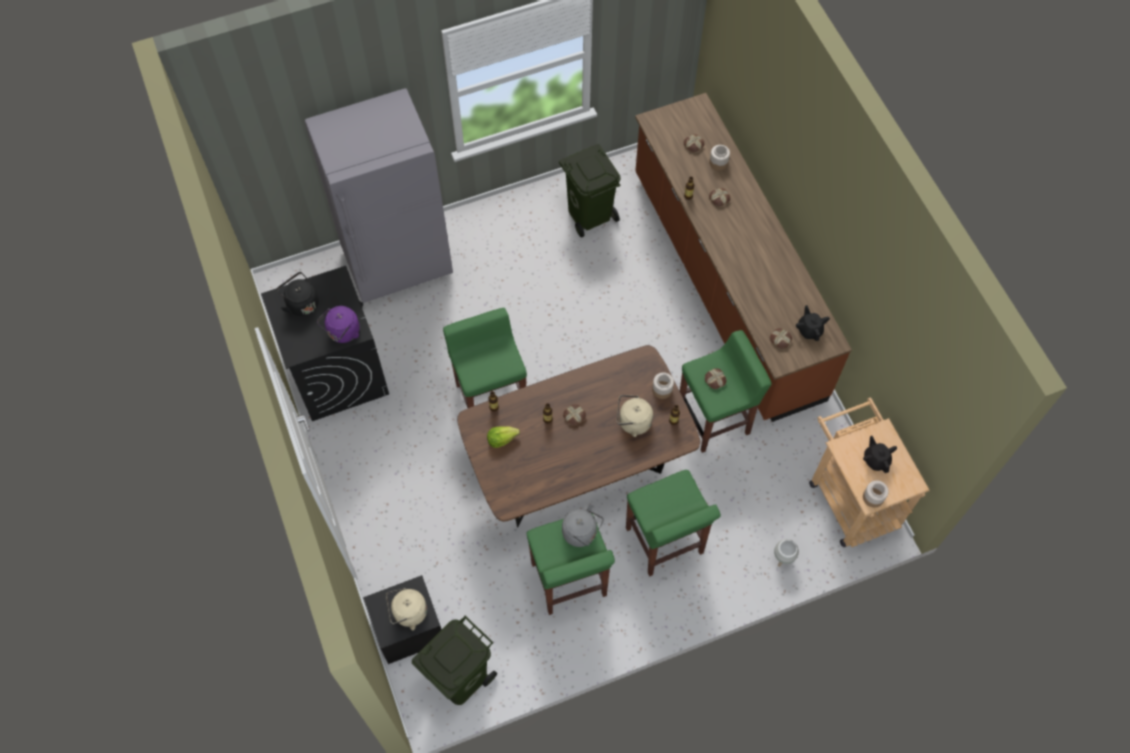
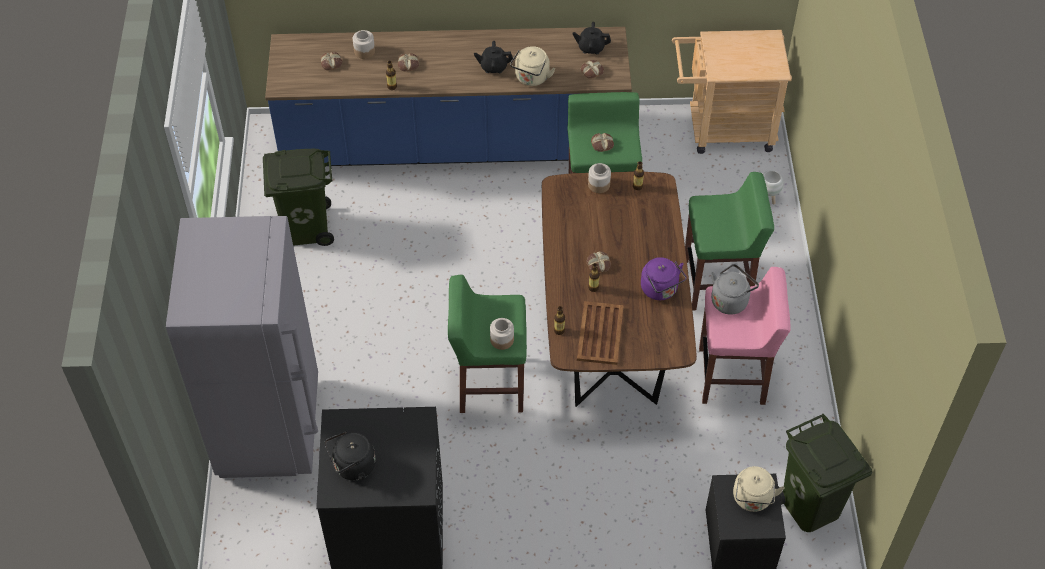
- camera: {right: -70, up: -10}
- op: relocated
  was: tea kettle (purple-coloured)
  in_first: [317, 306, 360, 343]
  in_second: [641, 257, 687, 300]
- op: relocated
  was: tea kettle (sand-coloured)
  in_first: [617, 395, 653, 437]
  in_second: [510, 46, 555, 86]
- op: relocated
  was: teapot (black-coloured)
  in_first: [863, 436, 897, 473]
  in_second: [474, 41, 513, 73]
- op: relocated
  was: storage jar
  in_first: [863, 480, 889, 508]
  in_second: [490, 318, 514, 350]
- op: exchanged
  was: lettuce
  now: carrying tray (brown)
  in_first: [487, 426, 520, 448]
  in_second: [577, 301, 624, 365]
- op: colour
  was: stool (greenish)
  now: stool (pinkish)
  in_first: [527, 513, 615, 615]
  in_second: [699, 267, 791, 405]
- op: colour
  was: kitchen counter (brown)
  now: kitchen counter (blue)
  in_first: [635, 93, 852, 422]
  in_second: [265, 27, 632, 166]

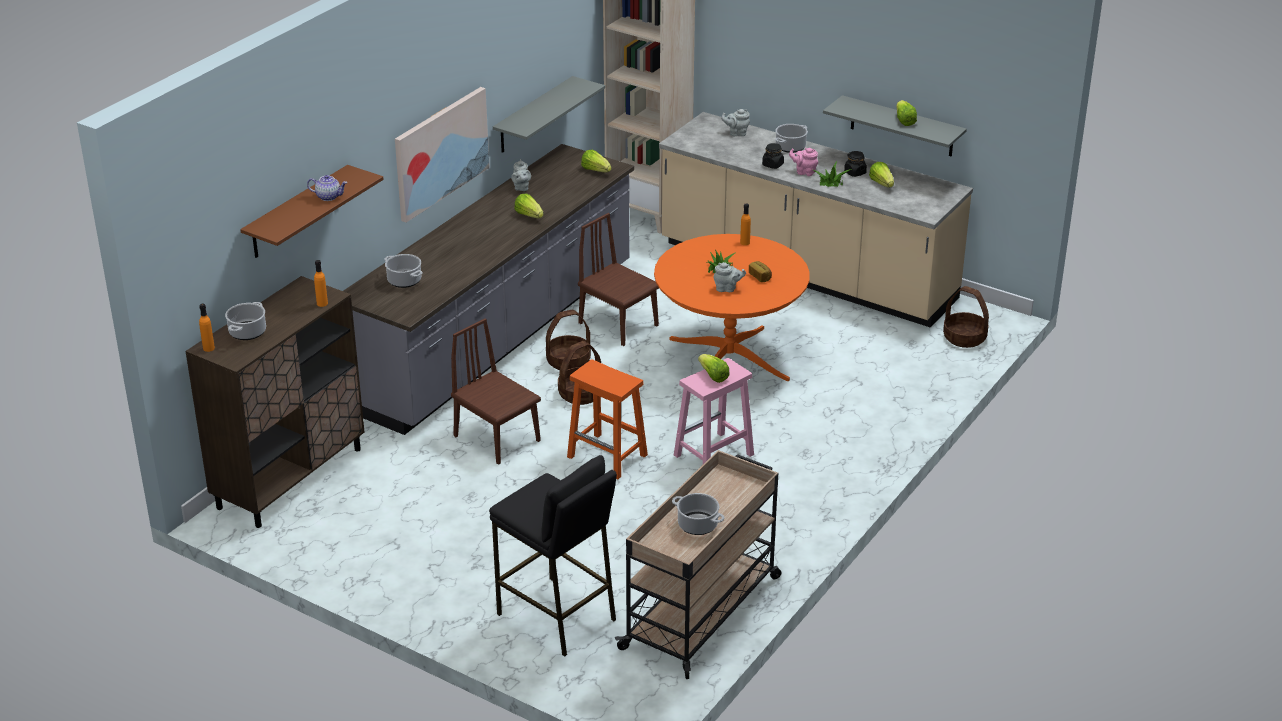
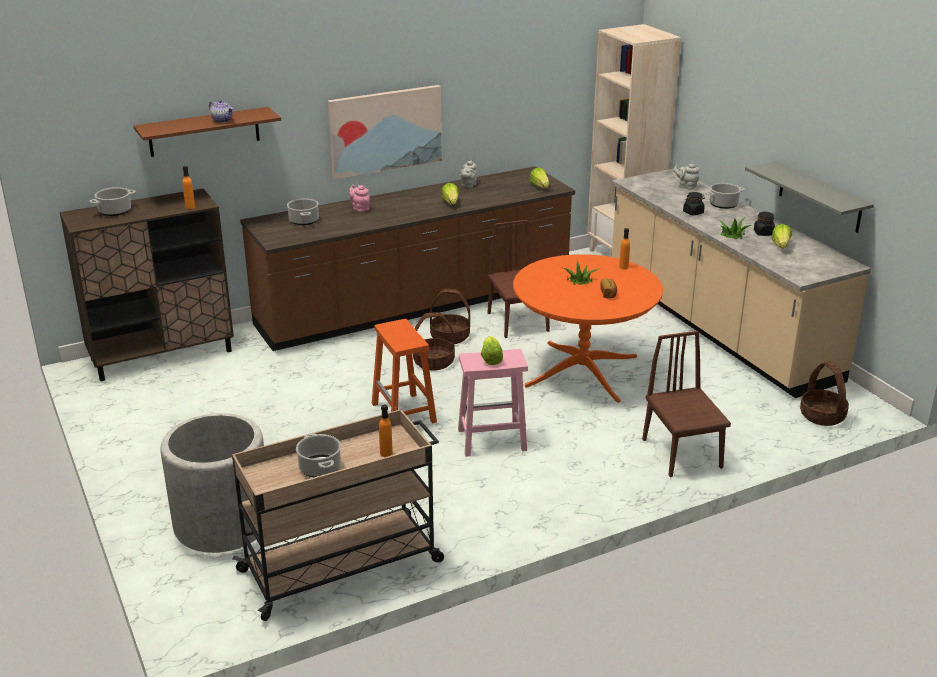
- camera: {right: 30, up: -5}
- op: missing
  was: shelf (grey)
  in_first: [493, 76, 605, 153]
- op: missing
  was: teapot (grey)
  in_first: [714, 262, 746, 292]
- op: missing
  was: lettuce
  in_first: [897, 100, 917, 126]
- op: relocated
  was: bottle (orange-coloured)
  in_first: [199, 304, 215, 352]
  in_second: [379, 405, 393, 457]
- op: relocated
  was: chair (brown)
  in_first: [451, 318, 541, 465]
  in_second: [642, 331, 731, 477]
- op: relocated
  was: teapot (pinkish)
  in_first: [789, 148, 818, 176]
  in_second: [349, 184, 370, 212]
- op: exchanged
  was: stool (black-coloured)
  now: flower pot (grey)
  in_first: [489, 455, 617, 656]
  in_second: [160, 413, 264, 553]
- op: colour
  was: kitchen counter (grey)
  now: kitchen counter (brown)
  in_first: [343, 144, 634, 435]
  in_second: [240, 166, 575, 351]

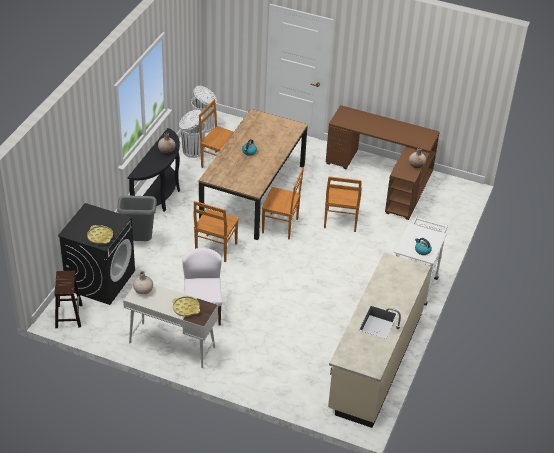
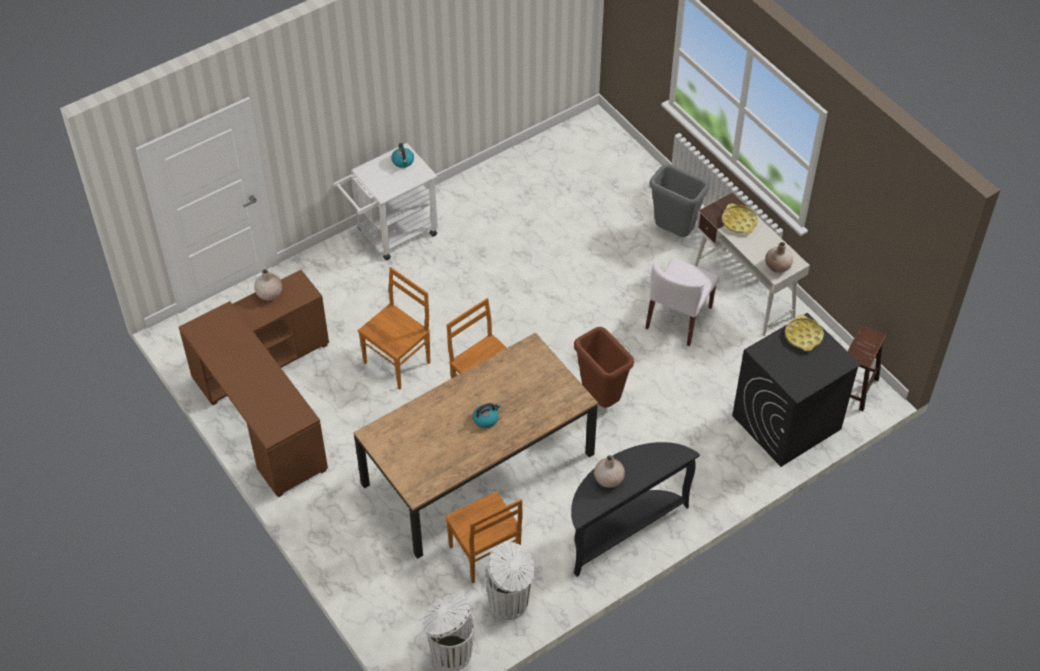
- camera: {right: -145, up: 10}
- op: missing
  was: kitchen counter (sand-coloured)
  in_first: [328, 253, 431, 428]
- op: relocated
  was: rubbish bin (grey)
  in_first: [117, 195, 157, 241]
  in_second: [649, 164, 709, 237]
- op: exchanged
  was: chair (brown)
  now: rubbish bin (brown)
  in_first: [194, 201, 239, 262]
  in_second: [574, 327, 634, 408]

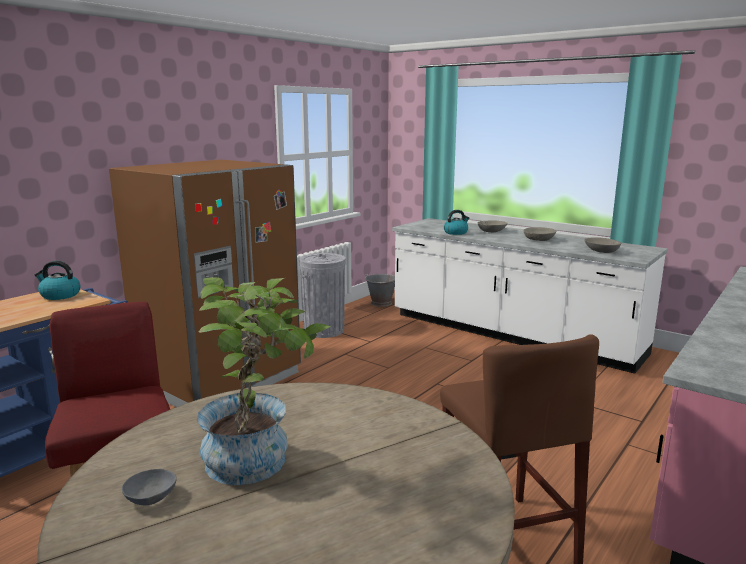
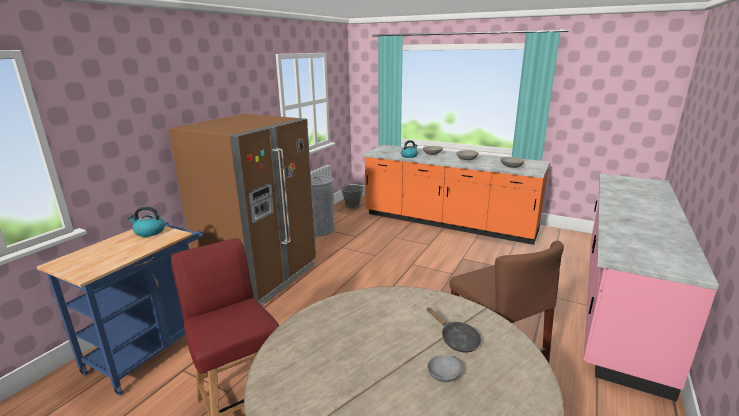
- camera: {right: -10, up: 5}
- op: missing
  was: houseplant
  in_first: [197, 277, 330, 485]
- op: appeared
  now: frying pan (black-coloured)
  in_second: [427, 307, 481, 353]
- op: relocated
  was: serving bowl (grey)
  in_first: [122, 469, 177, 505]
  in_second: [427, 355, 462, 382]
- op: colour
  was: kitchen counter (white)
  now: kitchen counter (orange-coloured)
  in_first: [392, 218, 668, 374]
  in_second: [363, 145, 550, 245]

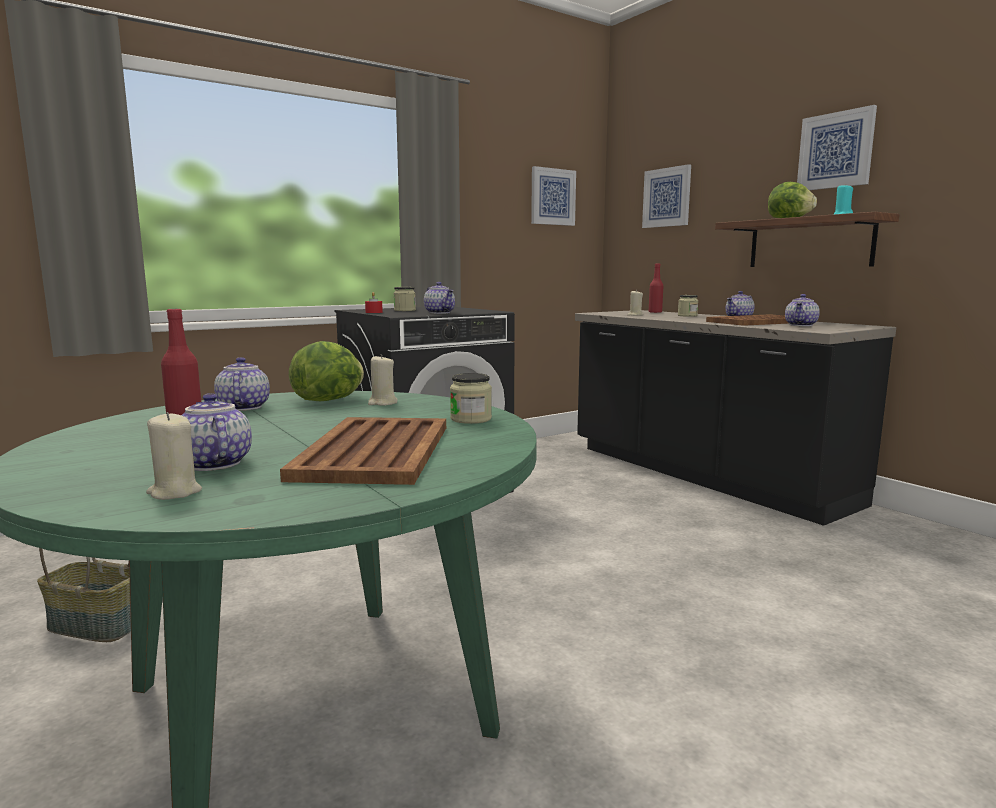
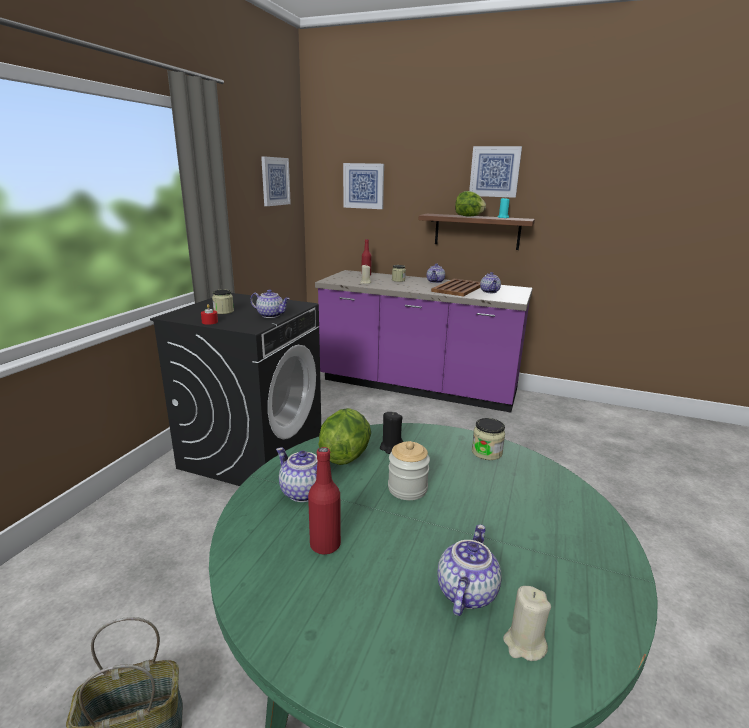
- camera: {right: -35, up: 10}
- op: missing
  was: carrying tray (brown)
  in_first: [280, 417, 446, 485]
- op: appeared
  now: storage jar
  in_second: [388, 441, 430, 500]
- op: colour
  was: wax light (sand-coloured)
  now: wax light (black-coloured)
  in_first: [368, 354, 398, 406]
  in_second: [380, 412, 403, 454]
- op: colour
  was: kitchen counter (black-coloured)
  now: kitchen counter (purple-coloured)
  in_first: [575, 310, 896, 526]
  in_second: [315, 270, 533, 413]
- op: spun
  was: teapot
  in_first: [181, 393, 252, 471]
  in_second: [437, 524, 502, 616]
  clockwise: 90

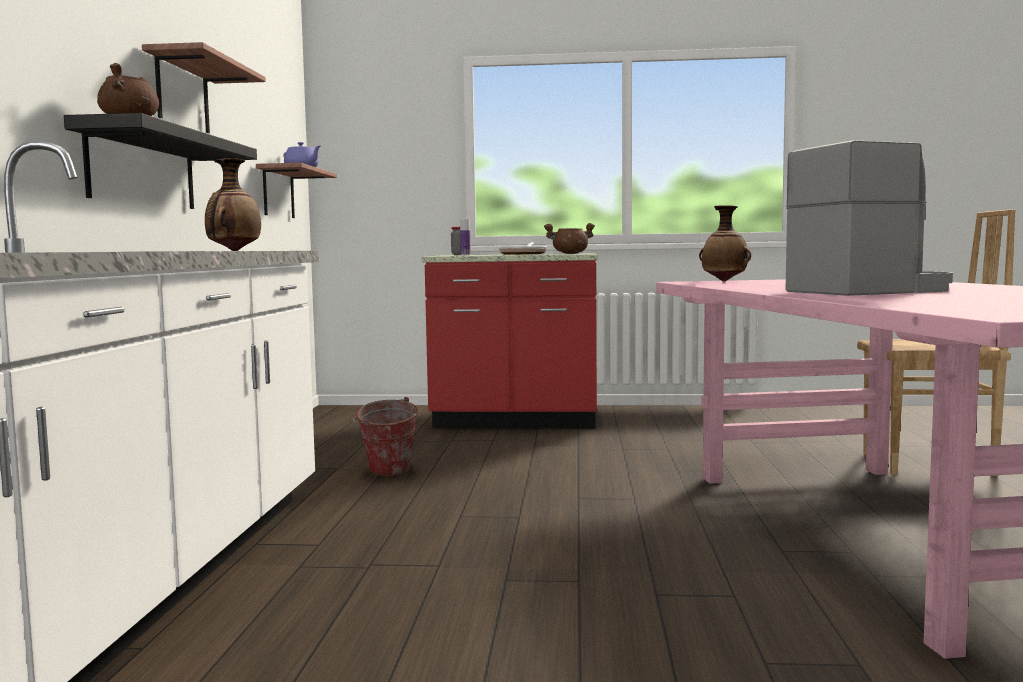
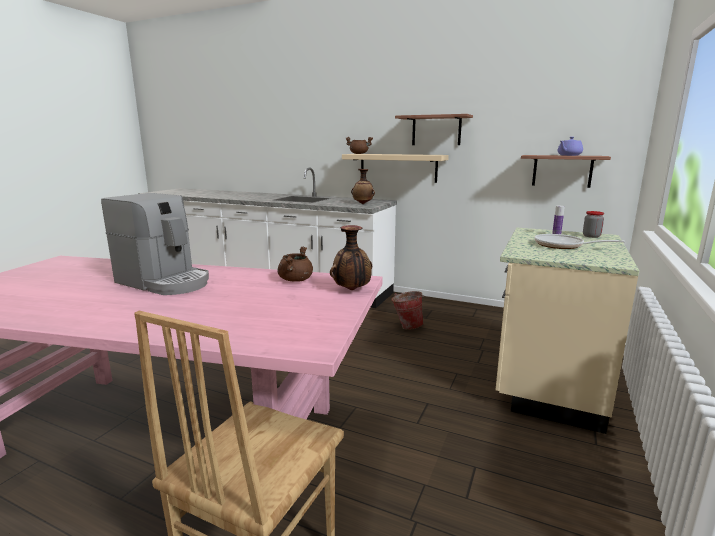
- camera: {right: 110, up: 10}
- op: relocated
  was: cooking pot (brown)
  in_first: [544, 223, 595, 254]
  in_second: [278, 246, 313, 282]
- op: colour
  was: shelf (black-coloured)
  now: shelf (sand-coloured)
  in_first: [64, 113, 257, 209]
  in_second: [342, 154, 449, 183]
- op: colour
  was: kitchen counter (reddish)
  now: kitchen counter (sand-coloured)
  in_first: [422, 253, 598, 429]
  in_second: [496, 228, 639, 434]
- op: spun
  was: coffee machine
  in_first: [786, 140, 953, 296]
  in_second: [101, 193, 209, 295]
  clockwise: -60

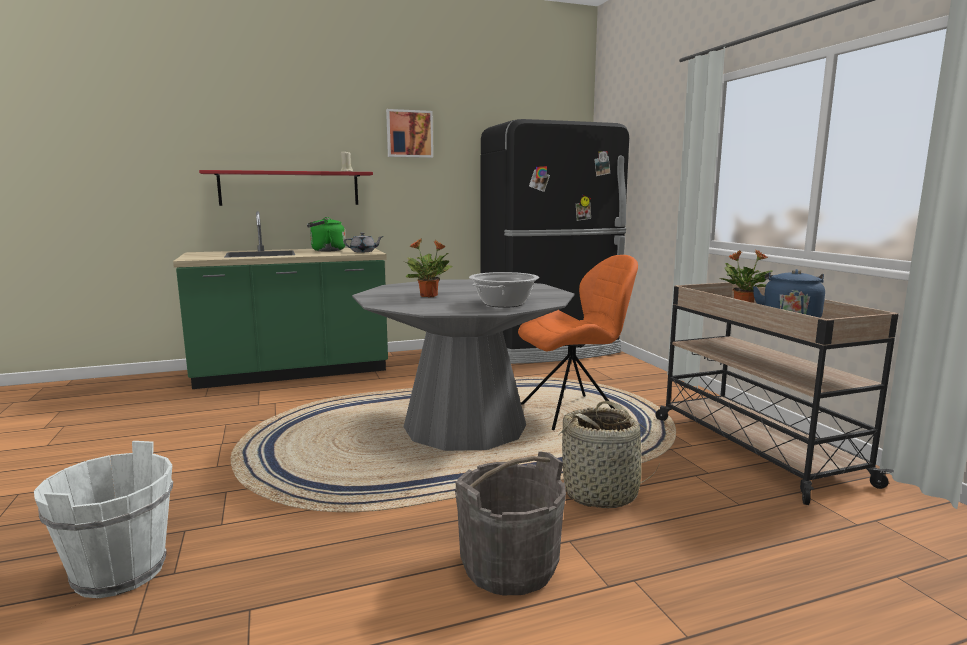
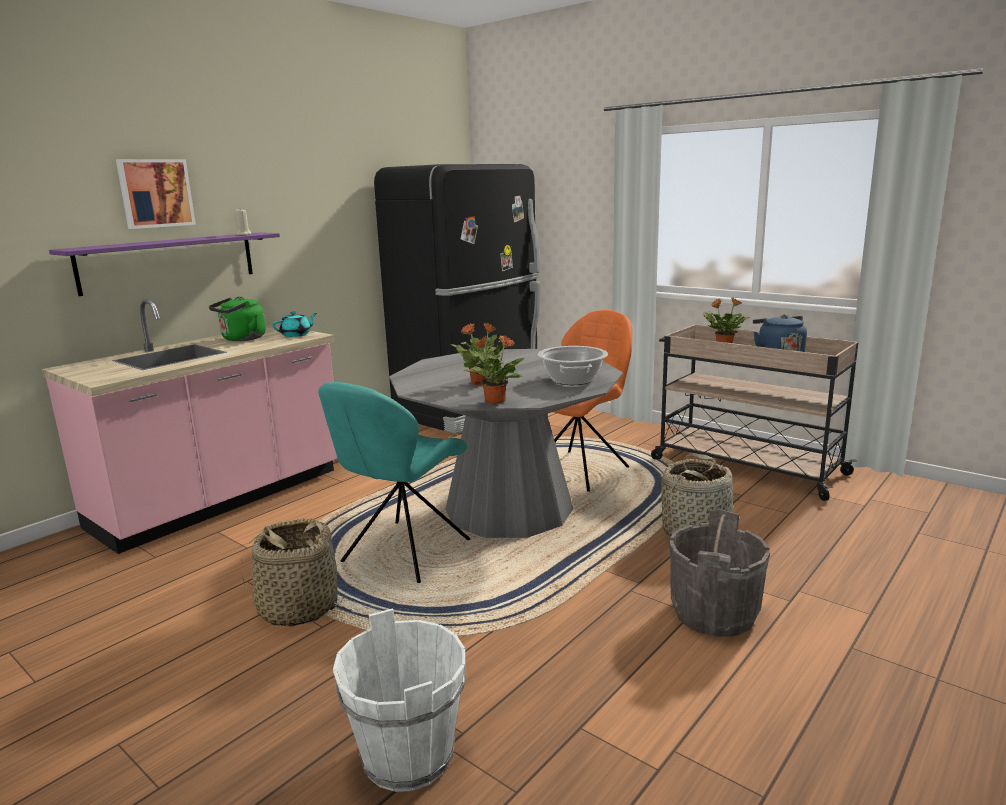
- camera: {right: -30, up: 5}
- op: appeared
  now: household basket
  in_second: [241, 519, 345, 627]
- op: appeared
  now: chair (turquoise-coloured)
  in_second: [318, 382, 470, 583]
- op: appeared
  now: houseplant
  in_second: [463, 335, 524, 405]
- op: relocated
  was: wall picture
  in_first: [386, 109, 433, 158]
  in_second: [116, 159, 196, 229]
- op: colour
  was: kitchen counter (greenish)
  now: kitchen counter (pinkish)
  in_first: [173, 211, 388, 389]
  in_second: [42, 299, 338, 554]
- op: colour
  was: shelf (reddish)
  now: shelf (purple-coloured)
  in_first: [199, 170, 373, 206]
  in_second: [49, 232, 280, 296]
- op: colour
  was: teapot (grey)
  now: teapot (turquoise-coloured)
  in_first: [344, 232, 384, 252]
  in_second: [272, 311, 317, 337]

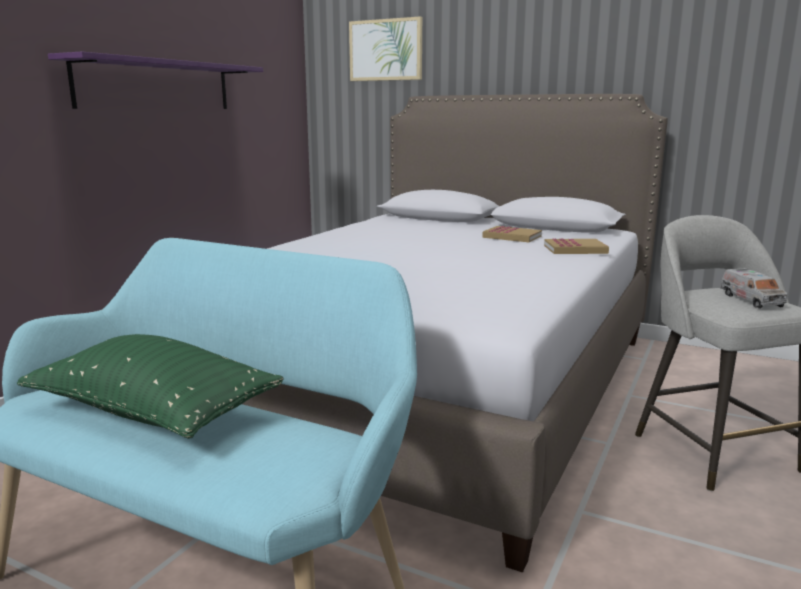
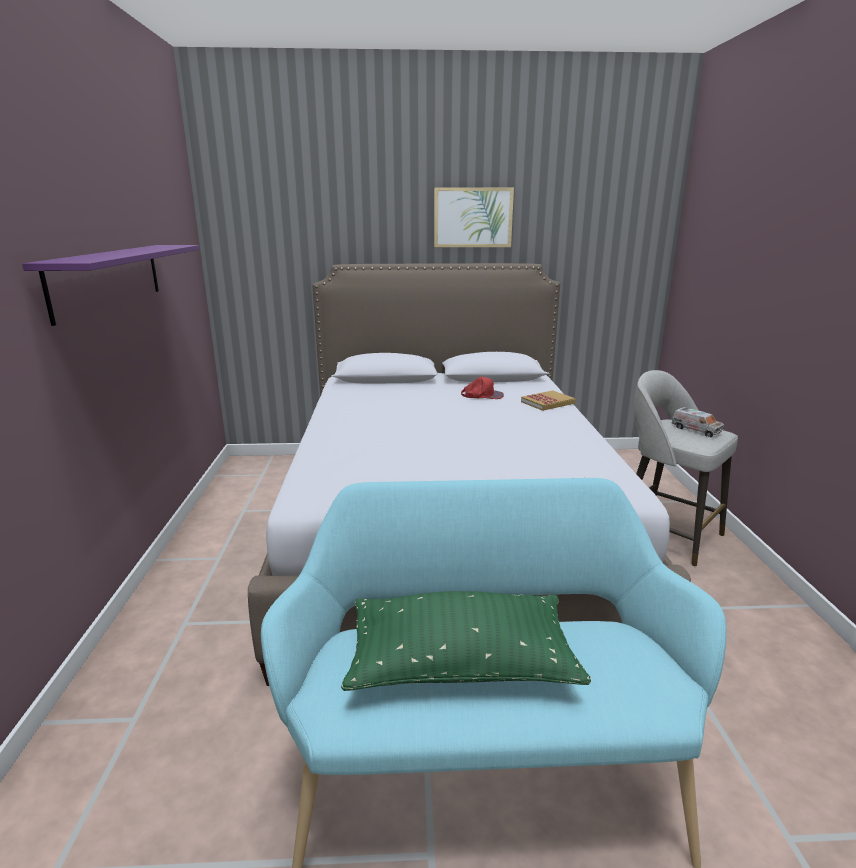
- camera: {right: -30, up: 5}
- op: relocated
  was: wall picture
  in_first: [349, 16, 422, 81]
  in_second: [434, 187, 514, 247]
- op: exchanged
  was: volume
  now: peaked cap (reddish)
  in_first: [482, 226, 542, 242]
  in_second: [461, 377, 504, 399]

